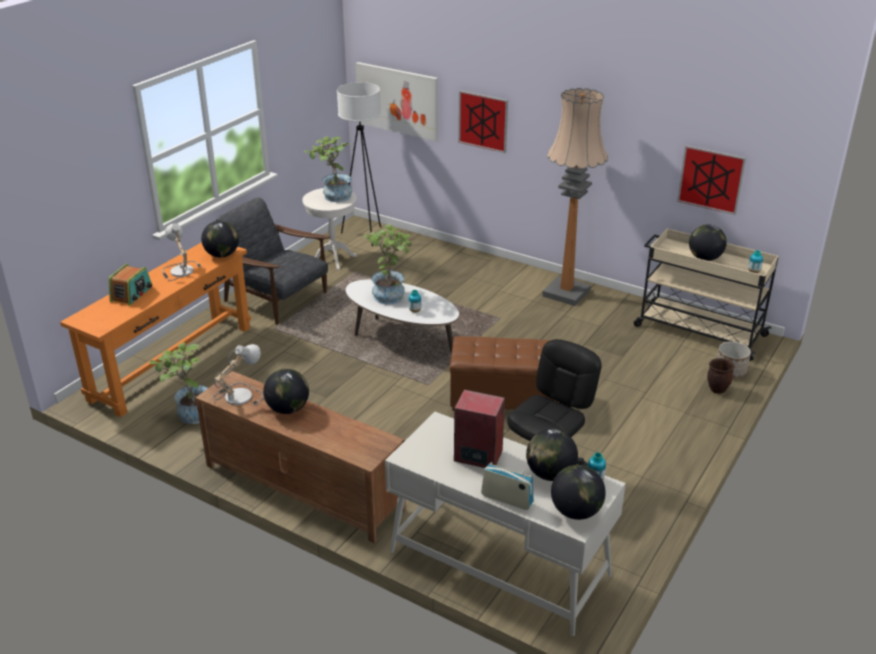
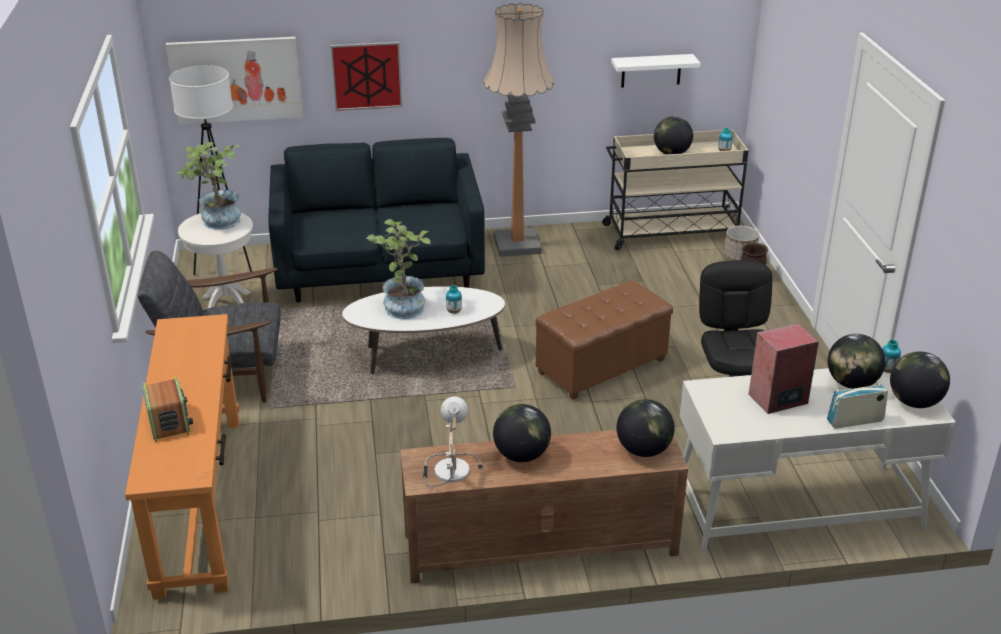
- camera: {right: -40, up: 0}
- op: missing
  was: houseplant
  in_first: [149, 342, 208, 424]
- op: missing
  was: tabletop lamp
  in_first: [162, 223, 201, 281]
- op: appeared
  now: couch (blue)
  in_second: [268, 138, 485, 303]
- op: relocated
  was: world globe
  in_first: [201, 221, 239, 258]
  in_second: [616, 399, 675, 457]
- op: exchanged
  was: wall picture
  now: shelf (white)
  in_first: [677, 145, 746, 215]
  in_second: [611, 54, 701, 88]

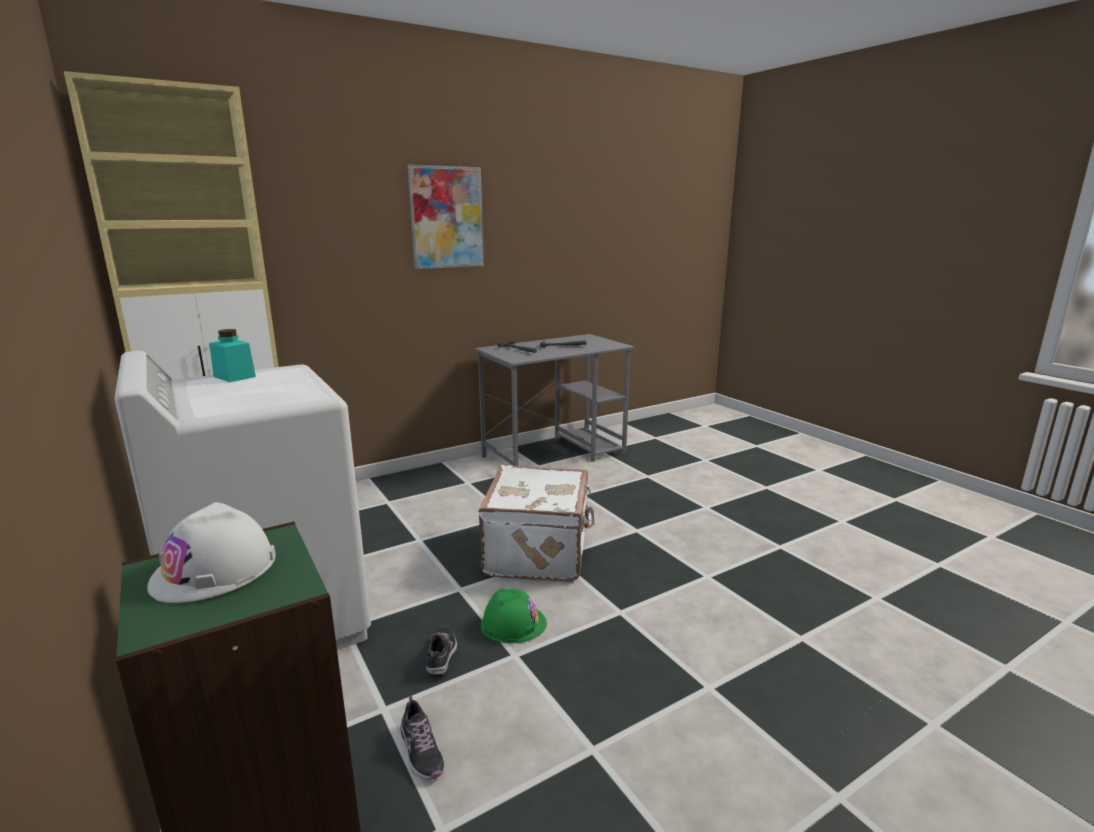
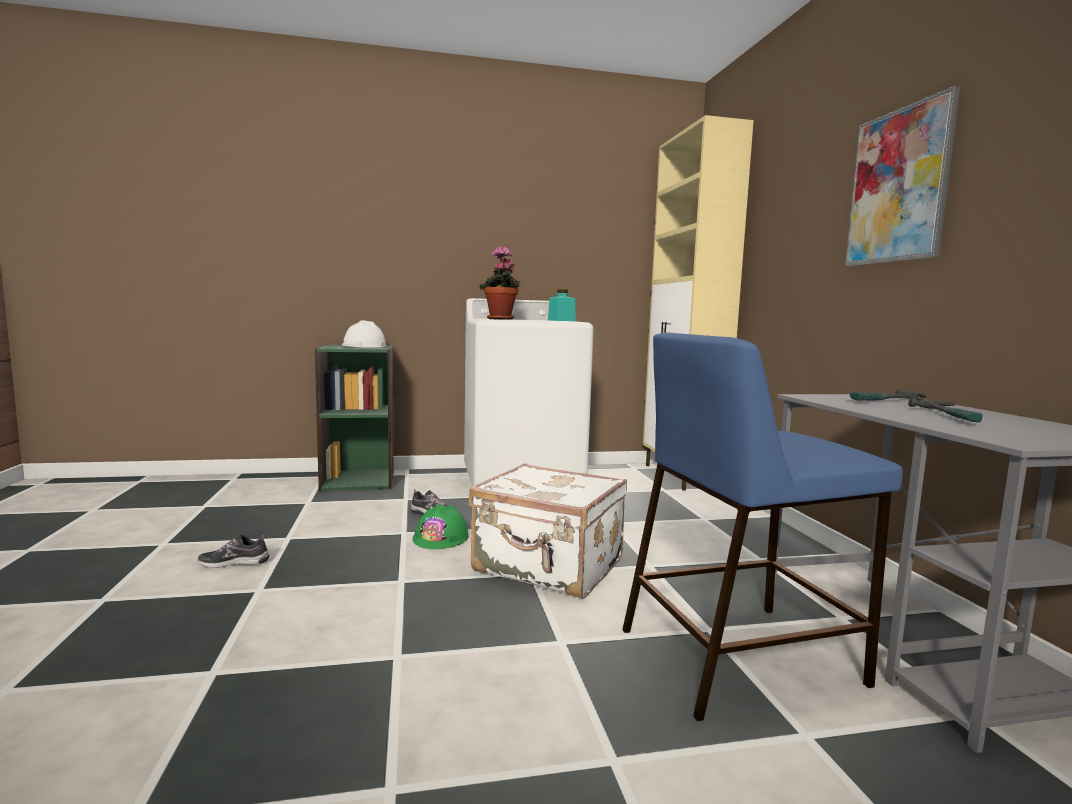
- camera: {right: 110, up: -10}
- op: appeared
  now: houseplant
  in_second: [480, 246, 520, 320]
- op: appeared
  now: stool (blue)
  in_second: [622, 332, 903, 721]
- op: relocated
  was: item of footwear
  in_first: [400, 696, 445, 780]
  in_second: [197, 534, 269, 568]

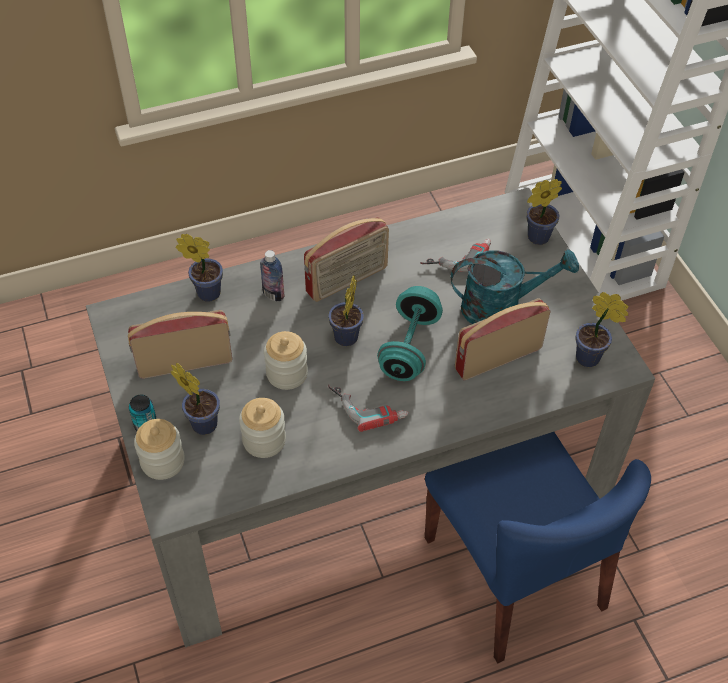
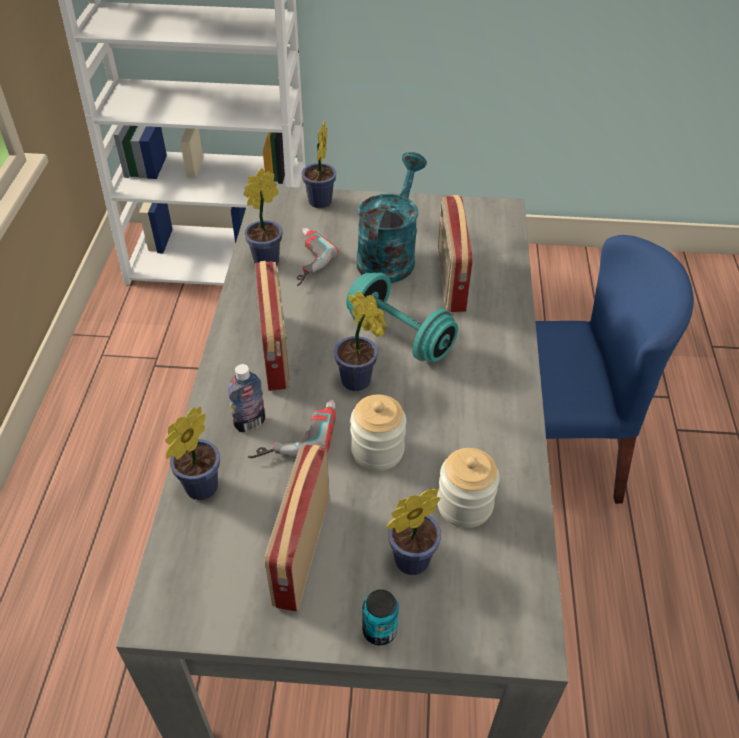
- camera: {right: -65, up: -5}
- op: missing
  was: storage jar
  in_first: [134, 419, 185, 480]
- op: relocated
  was: power drill
  in_first: [328, 385, 409, 432]
  in_second: [248, 399, 336, 458]
- op: relocated
  was: houseplant
  in_first: [575, 292, 629, 367]
  in_second: [243, 168, 283, 265]

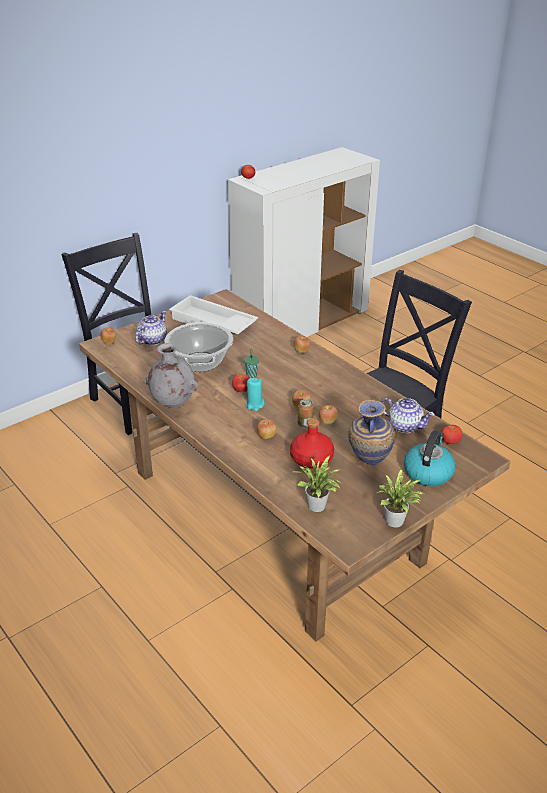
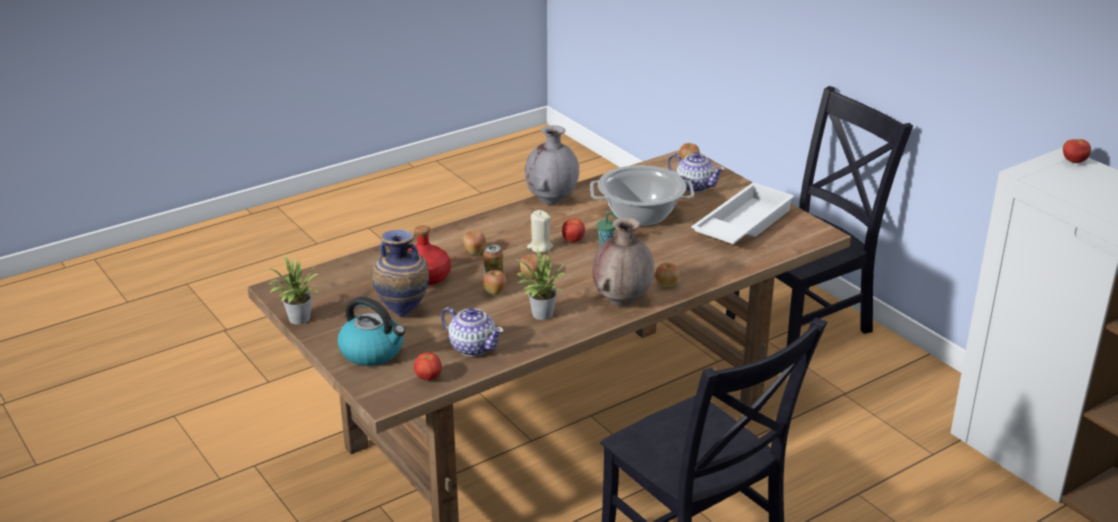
- camera: {right: 95, up: -5}
- op: appeared
  now: vase (brown)
  in_second: [592, 217, 654, 306]
- op: relocated
  was: houseplant
  in_first: [294, 455, 341, 512]
  in_second: [514, 248, 565, 320]
- op: colour
  was: wax light (turquoise-coloured)
  now: wax light (sand-coloured)
  in_first: [246, 377, 265, 411]
  in_second: [527, 210, 553, 253]
- op: spun
  was: teapot
  in_first: [381, 398, 435, 433]
  in_second: [441, 307, 504, 356]
  clockwise: -90

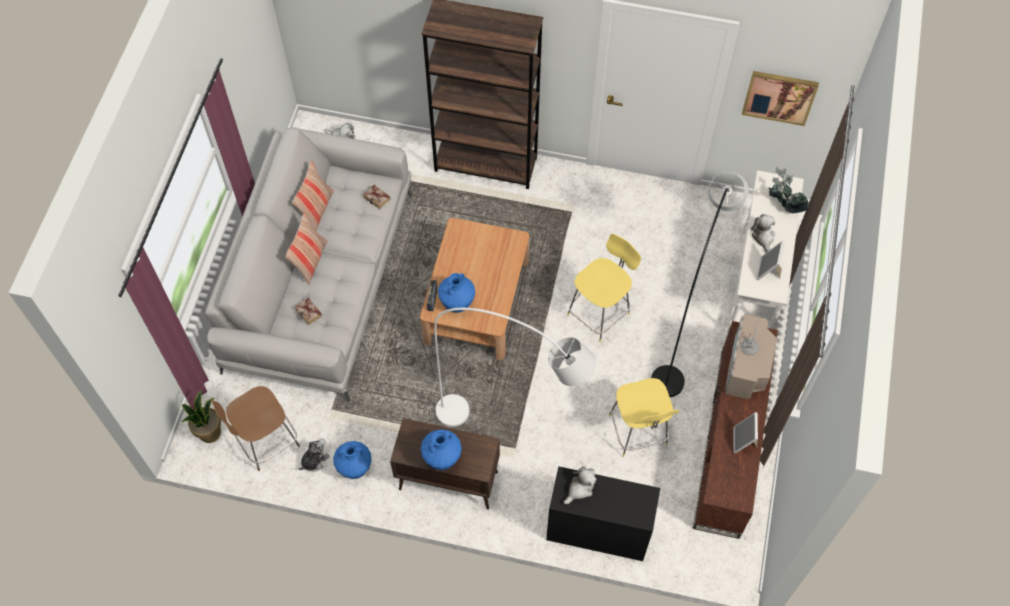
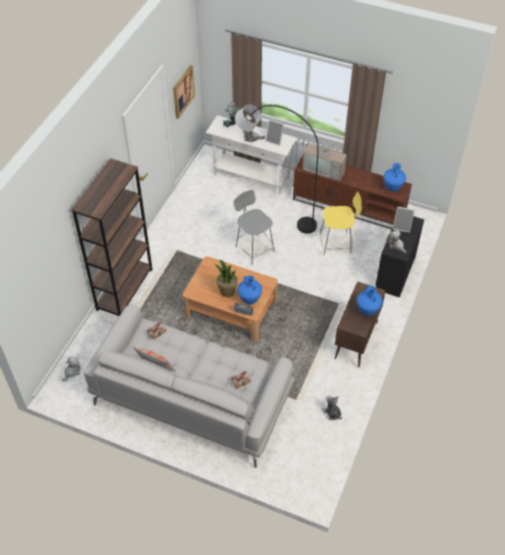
- camera: {right: -80, up: -10}
- op: missing
  was: stool (brown)
  in_first: [210, 386, 300, 471]
- op: missing
  was: pillow
  in_first: [285, 212, 327, 285]
- op: missing
  was: standing lamp (white)
  in_first: [434, 308, 596, 427]
- op: relocated
  was: houseplant
  in_first: [182, 390, 221, 443]
  in_second: [214, 260, 237, 297]
- op: relocated
  was: vase (blue)
  in_first: [333, 441, 372, 479]
  in_second: [384, 163, 406, 191]
- op: relocated
  was: picture frame
  in_first: [733, 412, 758, 453]
  in_second: [393, 207, 415, 233]
- op: colour
  was: stool (yellow-coloured)
  now: stool (grey)
  in_first: [567, 234, 641, 343]
  in_second: [234, 190, 274, 265]

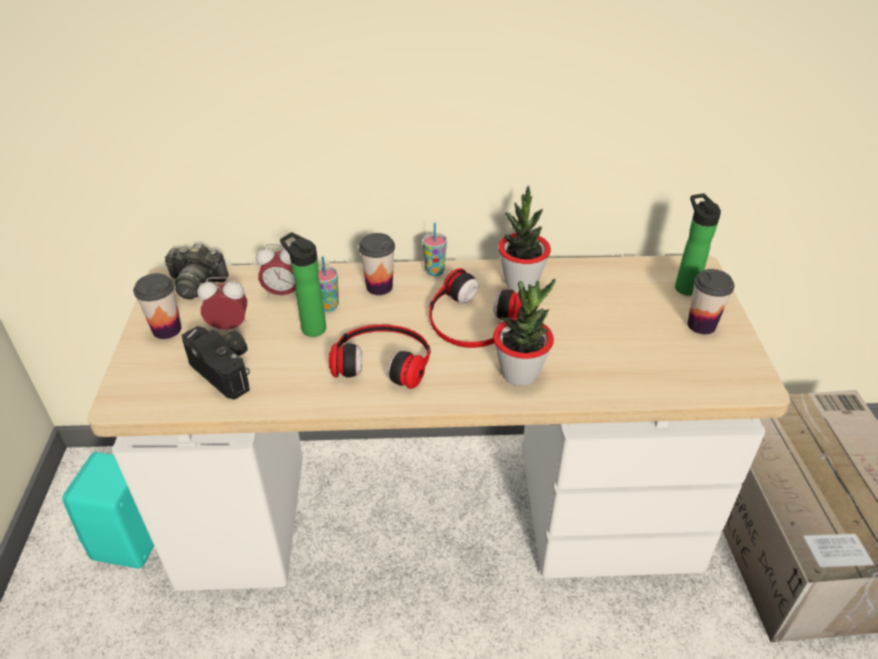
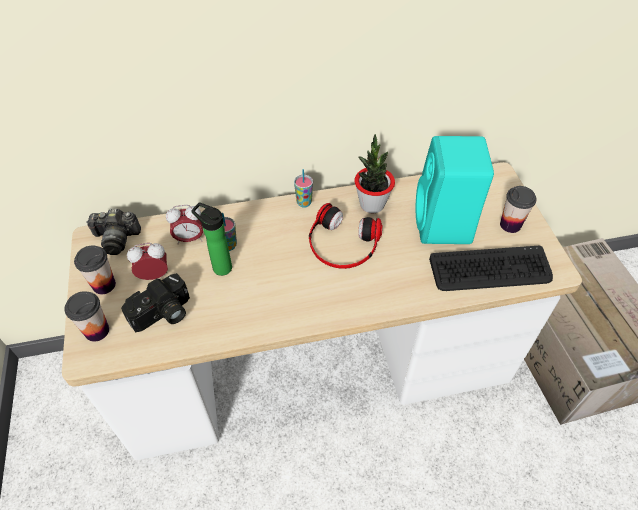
- camera: {right: -10, up: 10}
- op: missing
  was: pair of headphones
  in_first: [329, 324, 430, 389]
- op: missing
  was: houseplant
  in_first: [493, 278, 556, 386]
- op: missing
  was: bottle
  in_first: [675, 194, 721, 296]
- op: appeared
  now: computer keyboard
  in_second: [429, 246, 553, 291]
- op: relocated
  was: audio speaker (turquoise-coloured)
  in_first: [62, 452, 154, 568]
  in_second: [416, 136, 494, 244]
- op: relocated
  was: cup
  in_first: [359, 233, 395, 295]
  in_second: [64, 291, 109, 342]
- op: spun
  was: photo camera
  in_first: [182, 326, 250, 400]
  in_second: [121, 273, 190, 332]
  clockwise: 105

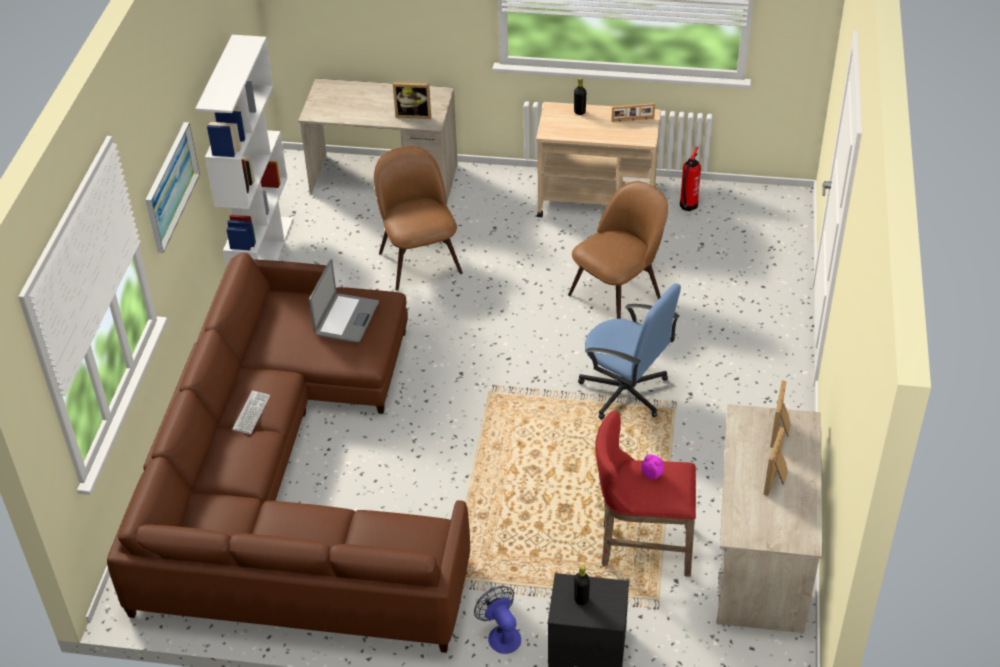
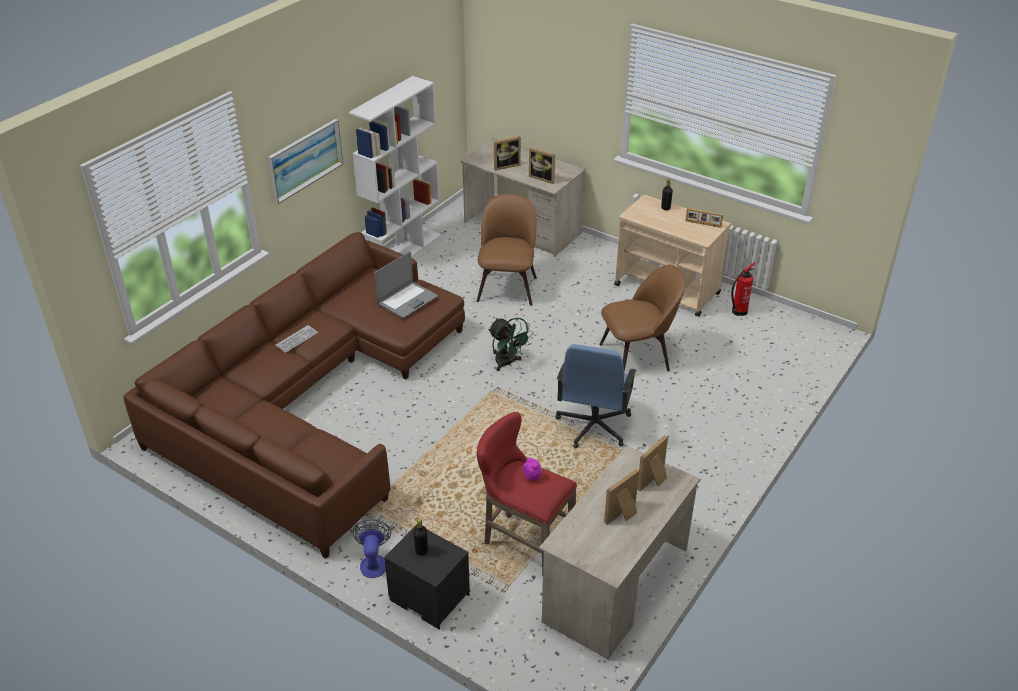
- camera: {right: 25, up: -5}
- op: appeared
  now: fan (greenish)
  in_second: [488, 318, 533, 371]
- op: appeared
  now: picture frame
  in_second: [494, 136, 521, 171]
- op: spun
  was: computer chair (blue)
  in_first: [578, 283, 681, 420]
  in_second: [556, 344, 637, 448]
  clockwise: 45

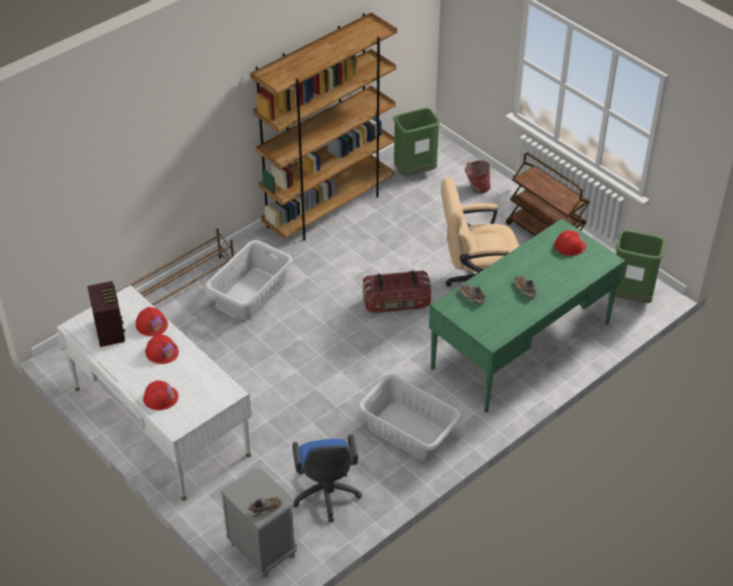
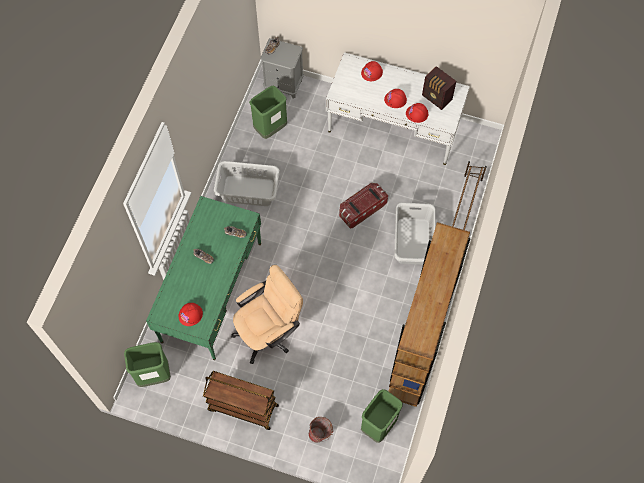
- camera: {right: 150, up: 20}
- op: relocated
  was: storage container
  in_first: [363, 271, 432, 313]
  in_second: [339, 183, 388, 228]
- op: exchanged
  was: computer chair (blue)
  now: rubbish bin (greenish)
  in_first: [292, 435, 362, 522]
  in_second: [249, 85, 287, 139]

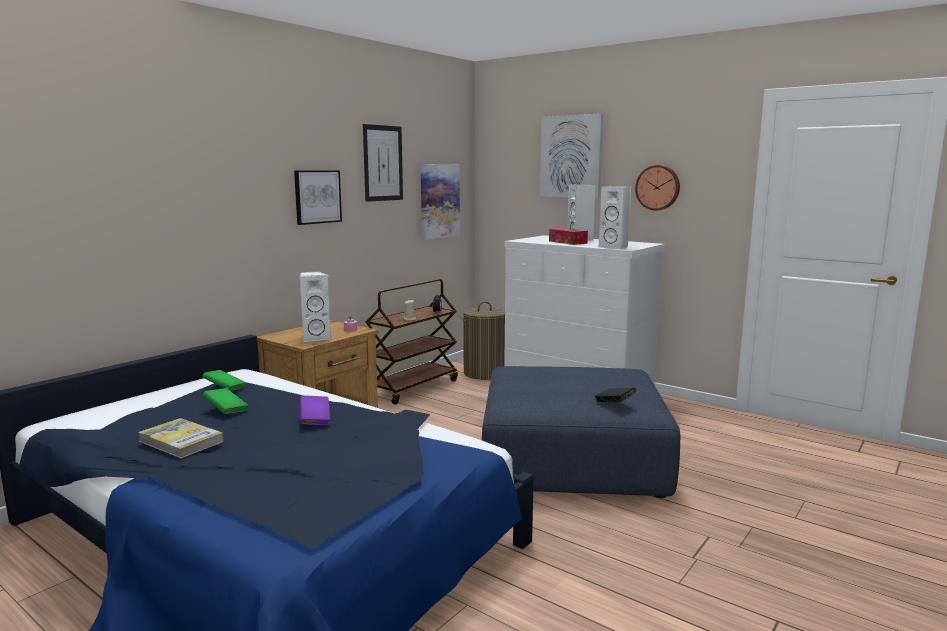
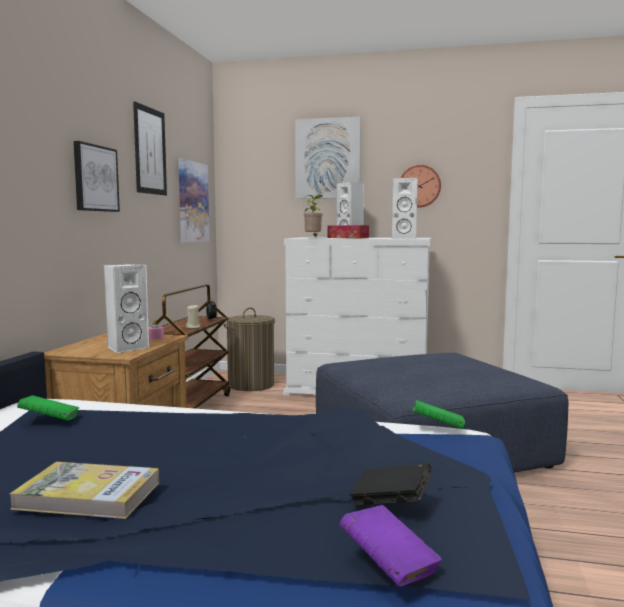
- camera: {right: -25, up: -5}
- op: appeared
  now: houseplant
  in_second: [304, 194, 323, 238]
- op: relocated
  was: volume (greenish)
  in_first: [203, 388, 248, 414]
  in_second: [413, 400, 465, 429]
- op: relocated
  was: volume (purple-coloured)
  in_first: [300, 395, 330, 426]
  in_second: [340, 505, 442, 587]
- op: relocated
  was: volume (black-coloured)
  in_first: [595, 387, 637, 402]
  in_second: [349, 463, 432, 506]

